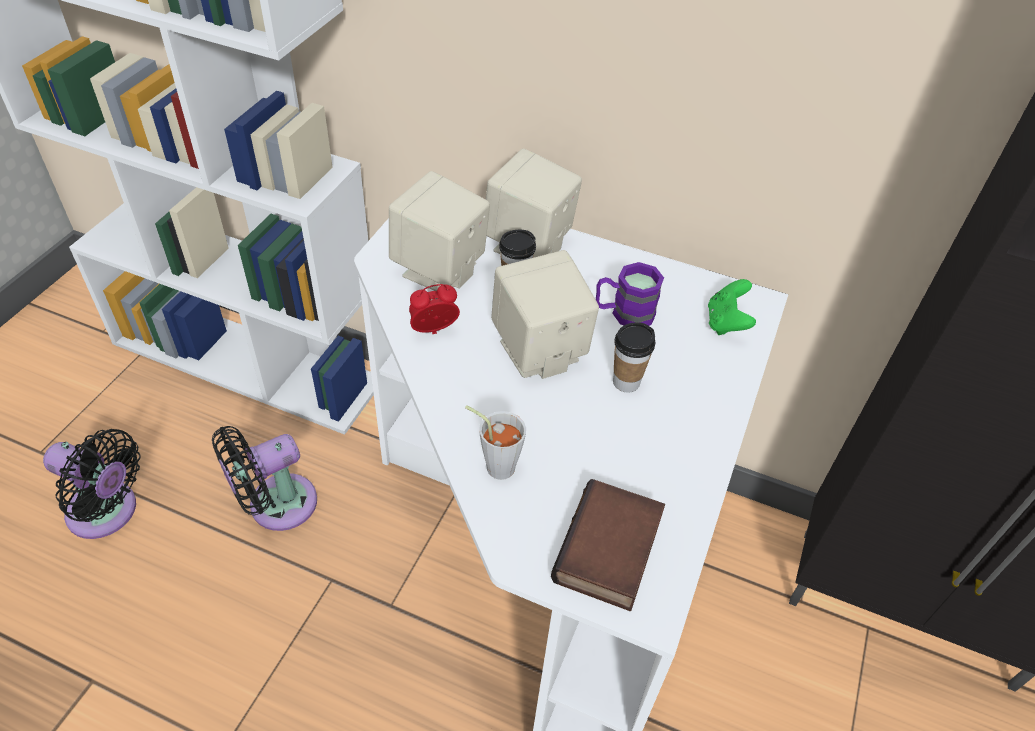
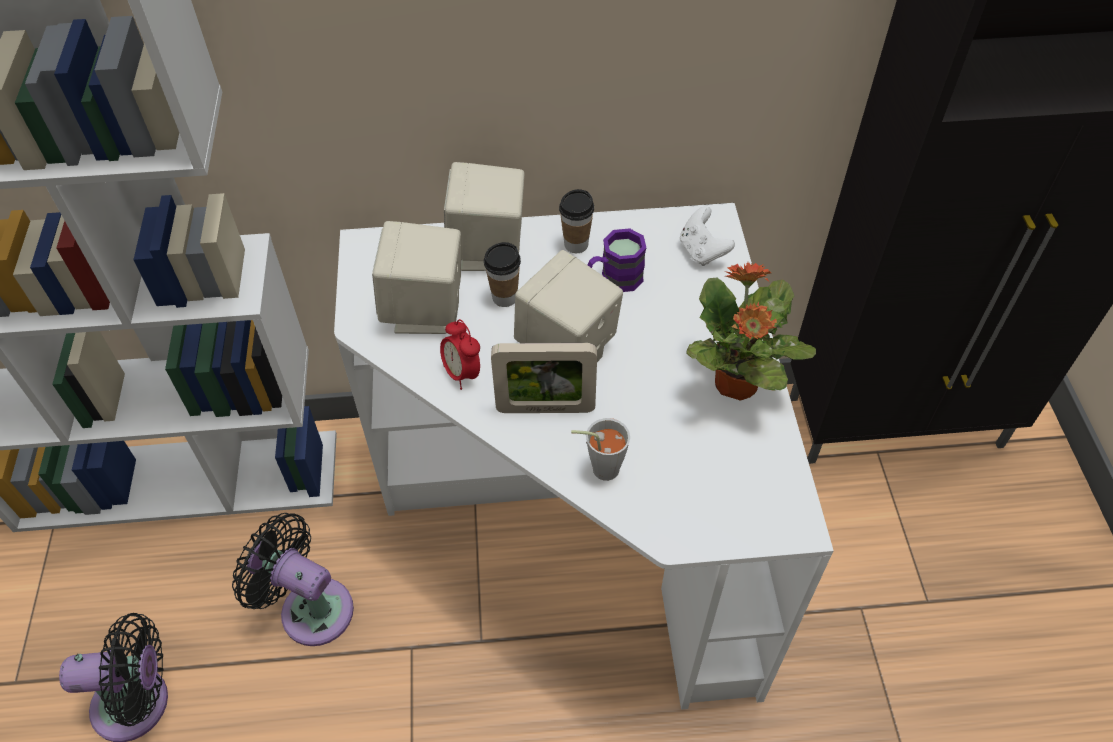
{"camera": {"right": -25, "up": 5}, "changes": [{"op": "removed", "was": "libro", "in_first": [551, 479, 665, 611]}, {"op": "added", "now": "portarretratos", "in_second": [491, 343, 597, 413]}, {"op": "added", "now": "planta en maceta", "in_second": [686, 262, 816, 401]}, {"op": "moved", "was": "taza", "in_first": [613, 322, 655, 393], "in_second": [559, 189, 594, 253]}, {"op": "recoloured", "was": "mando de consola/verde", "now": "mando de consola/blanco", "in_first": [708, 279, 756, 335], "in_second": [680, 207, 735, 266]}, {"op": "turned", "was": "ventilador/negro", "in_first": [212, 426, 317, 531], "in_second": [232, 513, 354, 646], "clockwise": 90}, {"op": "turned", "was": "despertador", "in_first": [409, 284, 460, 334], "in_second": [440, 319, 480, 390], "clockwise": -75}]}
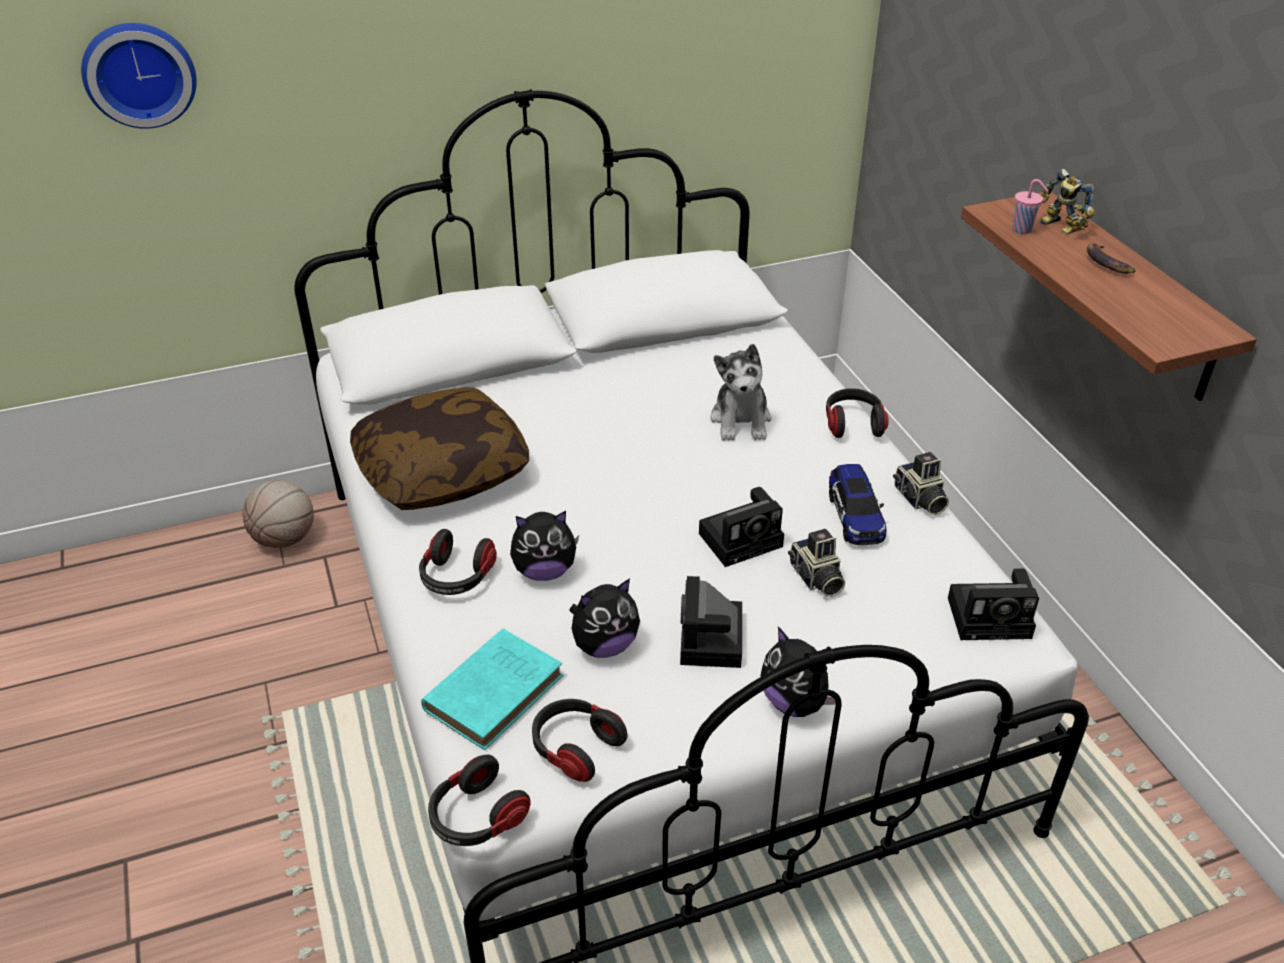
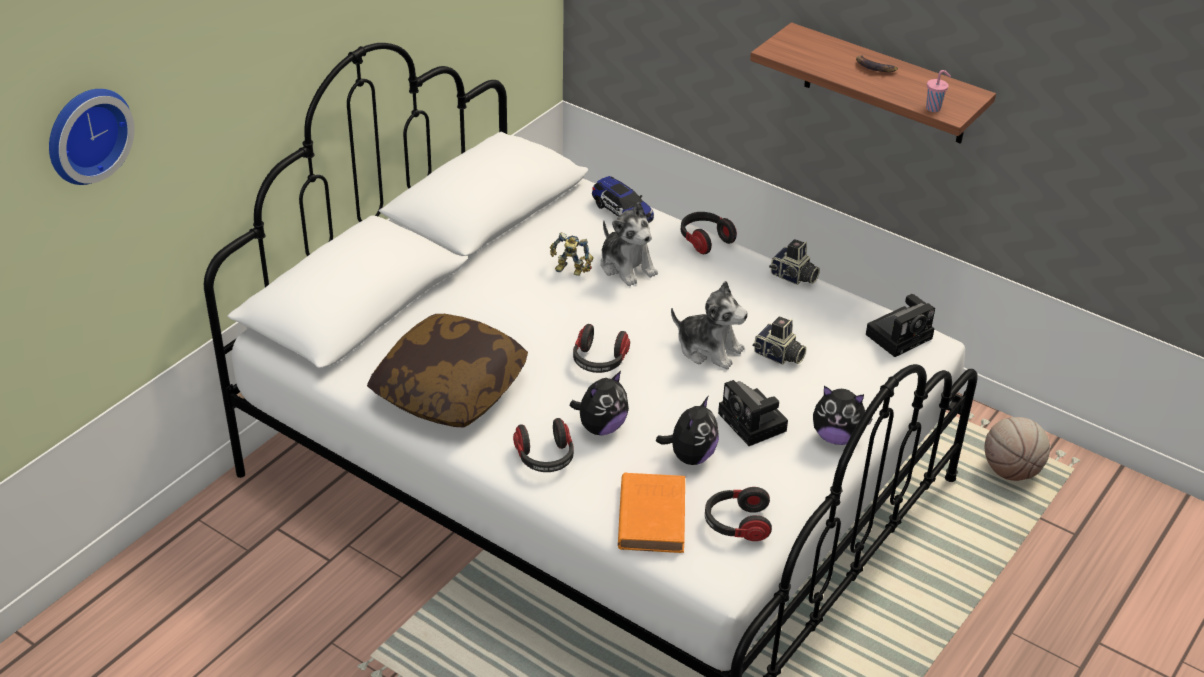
{"camera": {"right": -35, "up": 0}, "changes": [{"op": "moved", "was": "balón de baloncesto", "in_first": [242, 480, 314, 548], "in_second": [985, 417, 1050, 481]}, {"op": "moved", "was": "auriculares", "in_first": [428, 755, 531, 846], "in_second": [573, 324, 630, 373]}, {"op": "moved", "was": "coche de juguete", "in_first": [829, 464, 886, 545], "in_second": [592, 176, 654, 223]}, {"op": "moved", "was": "taza/rosa", "in_first": [1012, 179, 1048, 234], "in_second": [926, 70, 951, 112]}, {"op": "moved", "was": "robot de juguete", "in_first": [1040, 169, 1095, 234], "in_second": [550, 232, 594, 276]}, {"op": "replaced", "was": "cámara", "now": "peluche", "in_first": [699, 487, 784, 567], "in_second": [671, 281, 748, 369]}, {"op": "recoloured", "was": "libro/turquesa", "now": "libro/naranja", "in_first": [421, 628, 563, 750], "in_second": [618, 473, 685, 553]}]}
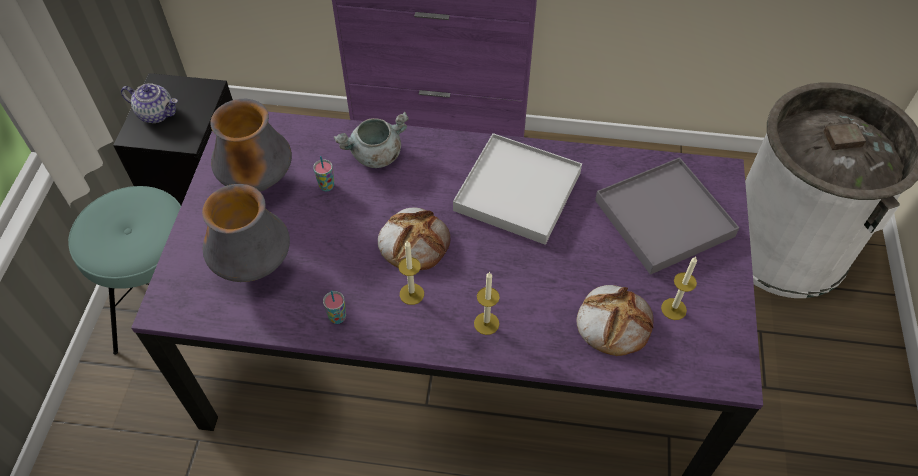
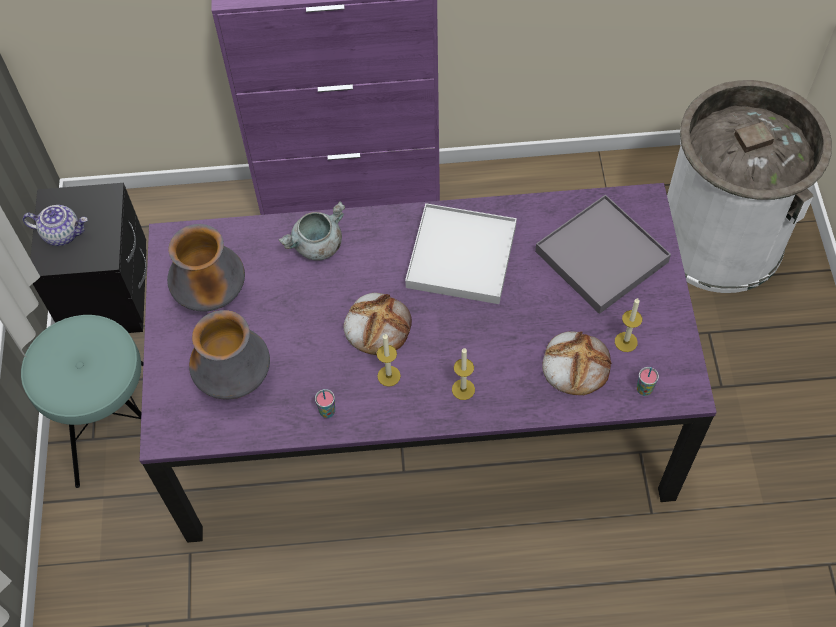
{"camera": {"right": -10, "up": 5}, "changes": [{"op": "moved", "was": "taza", "in_first": [313, 156, 334, 191], "in_second": [637, 367, 659, 396]}]}
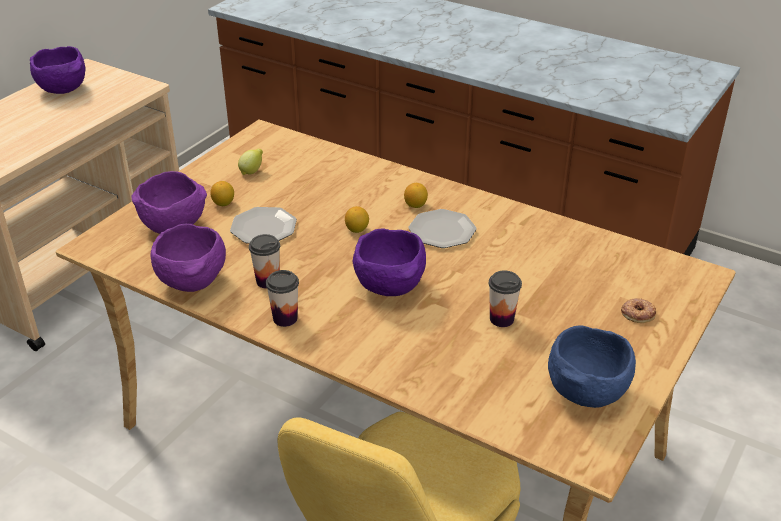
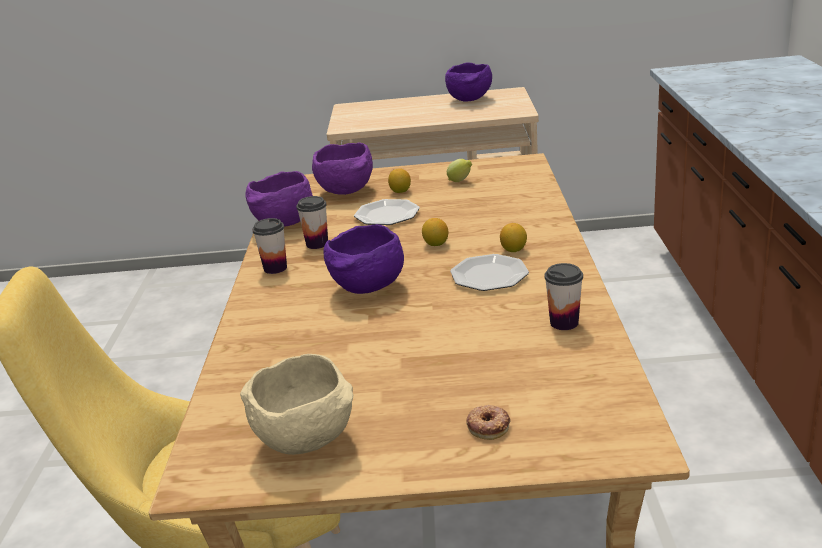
{"camera": {"right": 60, "up": -10}, "changes": [{"op": "moved", "was": "taza", "in_first": [489, 271, 522, 327], "in_second": [544, 263, 583, 330]}, {"op": "recoloured", "was": "cuenco/azul", "now": "cuenco/beis", "in_first": [548, 325, 636, 408], "in_second": [240, 354, 353, 455]}]}
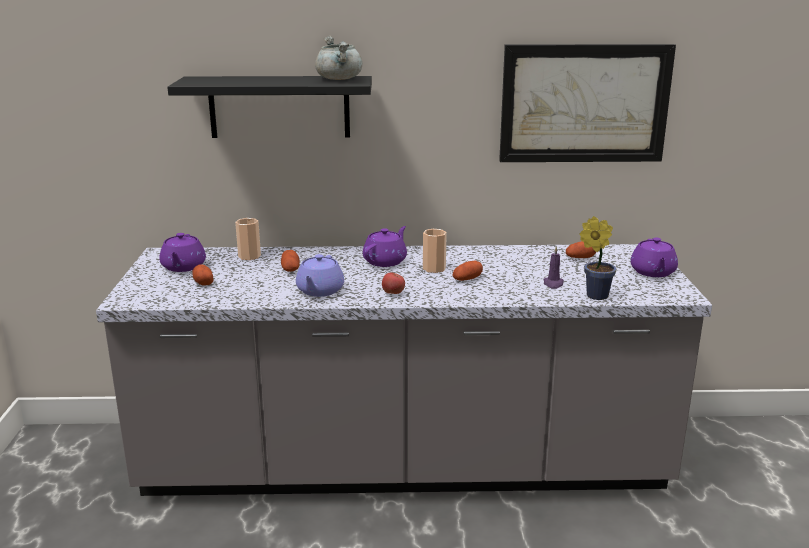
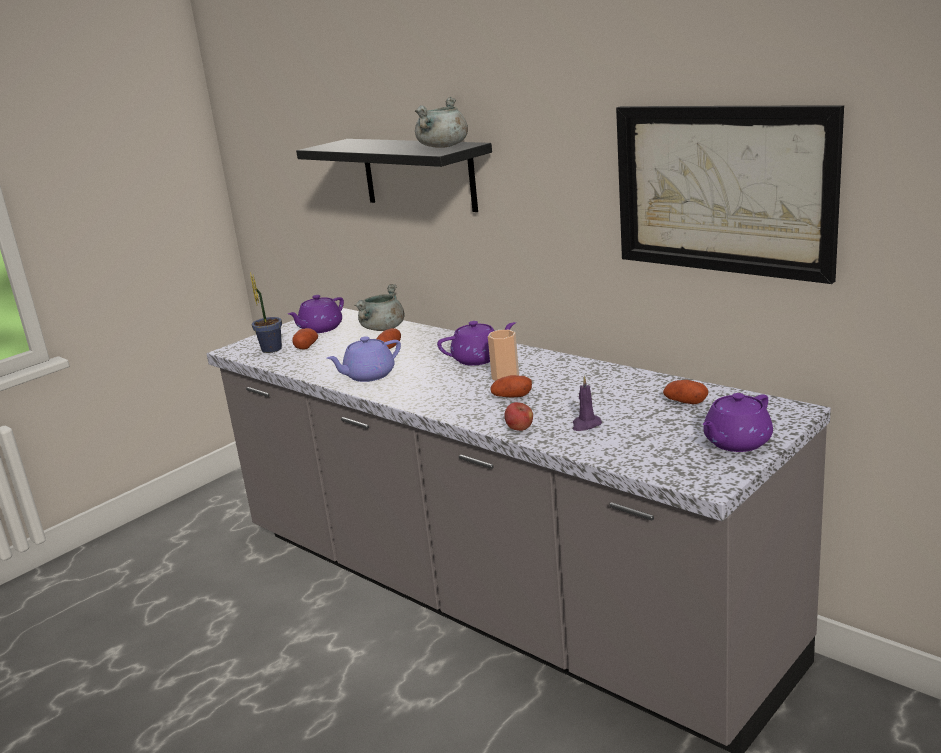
{"camera": {"right": 45, "up": 0}, "changes": [{"op": "moved", "was": "manzana", "in_first": [382, 273, 405, 294], "in_second": [505, 402, 533, 431]}, {"op": "moved", "was": "planta en maceta", "in_first": [579, 216, 616, 300], "in_second": [250, 272, 282, 353]}, {"op": "replaced", "was": "taza", "now": "olla/gris", "in_first": [235, 218, 261, 260], "in_second": [354, 284, 405, 331]}]}
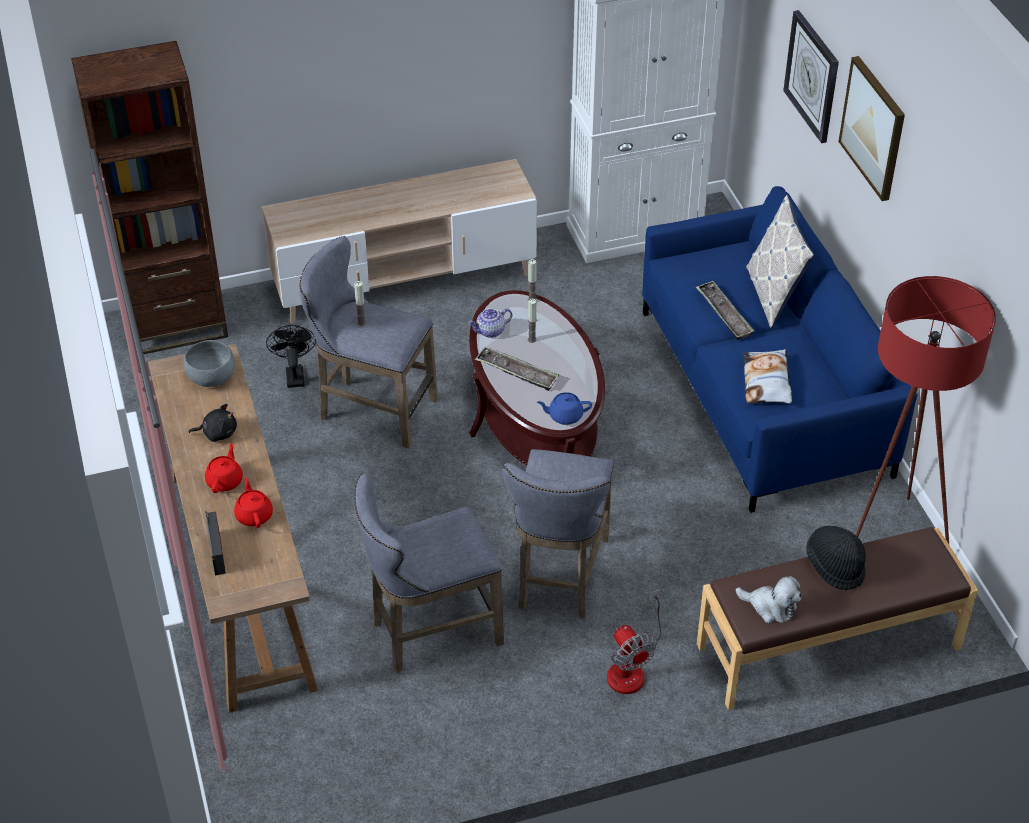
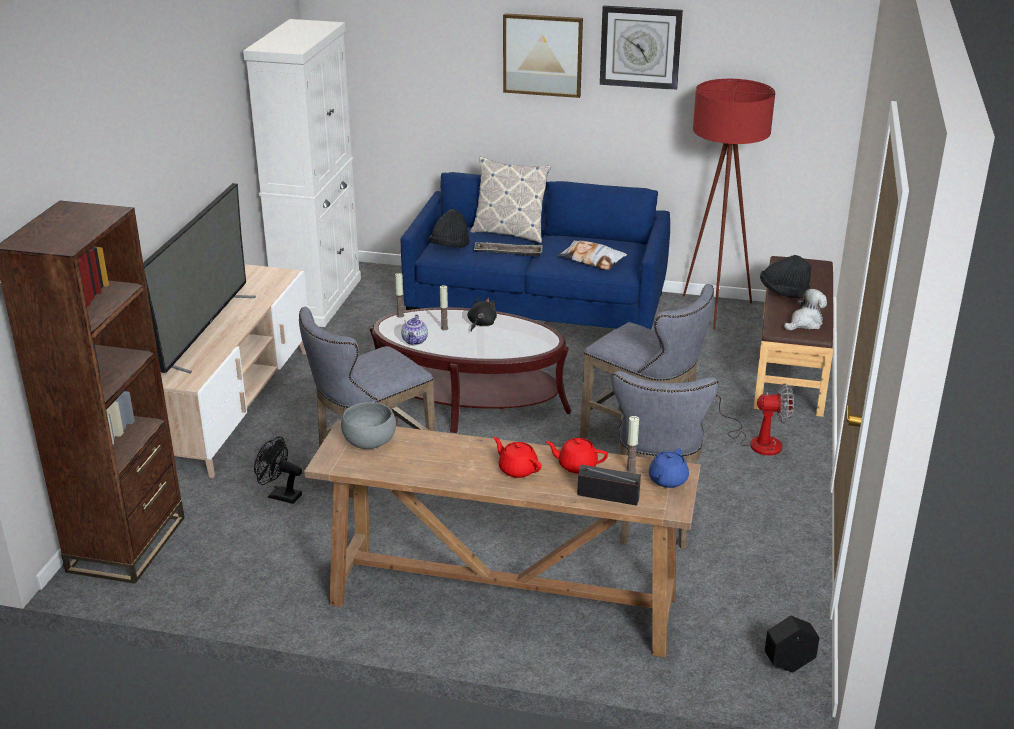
{"camera": {"right": -60, "up": -15}, "changes": [{"op": "removed", "was": "bandeja", "in_first": [475, 347, 559, 391]}, {"op": "added", "now": "televisor", "in_second": [143, 183, 256, 374]}, {"op": "added", "now": "sombrero/negro", "in_second": [428, 209, 470, 248]}, {"op": "added", "now": "maceta/negro", "in_second": [765, 615, 820, 672]}, {"op": "moved", "was": "peluche/negro", "in_first": [188, 404, 237, 442], "in_second": [467, 297, 497, 332]}, {"op": "moved", "was": "vela", "in_first": [354, 281, 366, 327], "in_second": [626, 416, 639, 473]}, {"op": "moved", "was": "tetera/azul", "in_first": [537, 392, 592, 425], "in_second": [649, 448, 689, 488]}, {"op": "moved", "was": "reloj de pared", "in_first": [783, 10, 839, 143], "in_second": [600, 5, 683, 90]}]}
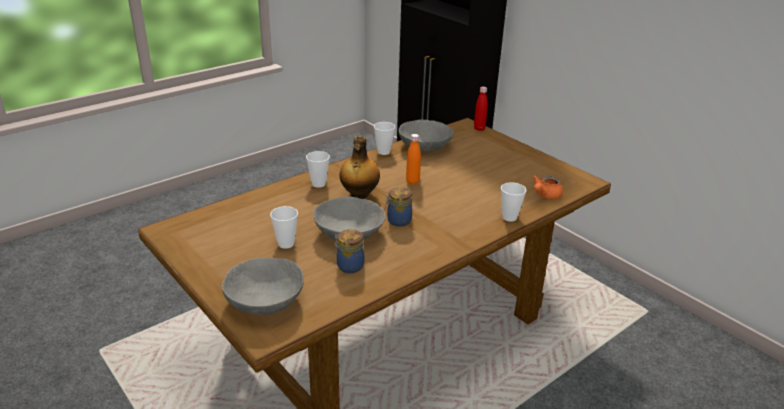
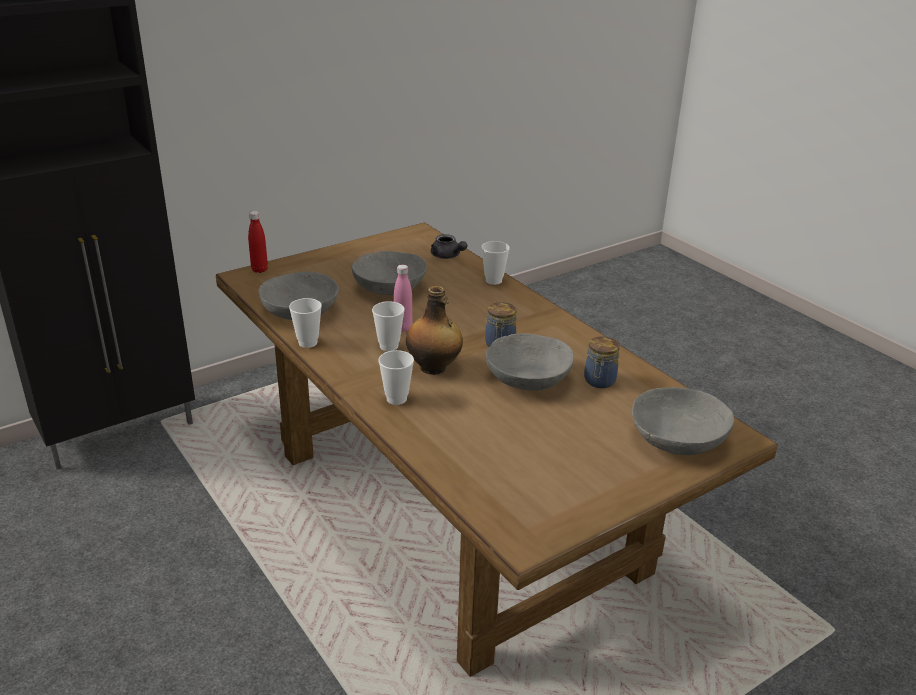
{"camera": {"right": -85, "up": 0}, "changes": [{"op": "added", "now": "cuenco/gris", "in_second": [352, 251, 427, 295]}, {"op": "moved", "was": "taza", "in_first": [270, 206, 298, 249], "in_second": [372, 301, 405, 351]}, {"op": "recoloured", "was": "botella/naranja", "now": "botella/rosa", "in_first": [406, 134, 421, 185], "in_second": [394, 265, 412, 332]}, {"op": "recoloured", "was": "tetera/naranja", "now": "tetera/gris", "in_first": [532, 175, 563, 199], "in_second": [431, 234, 467, 259]}]}
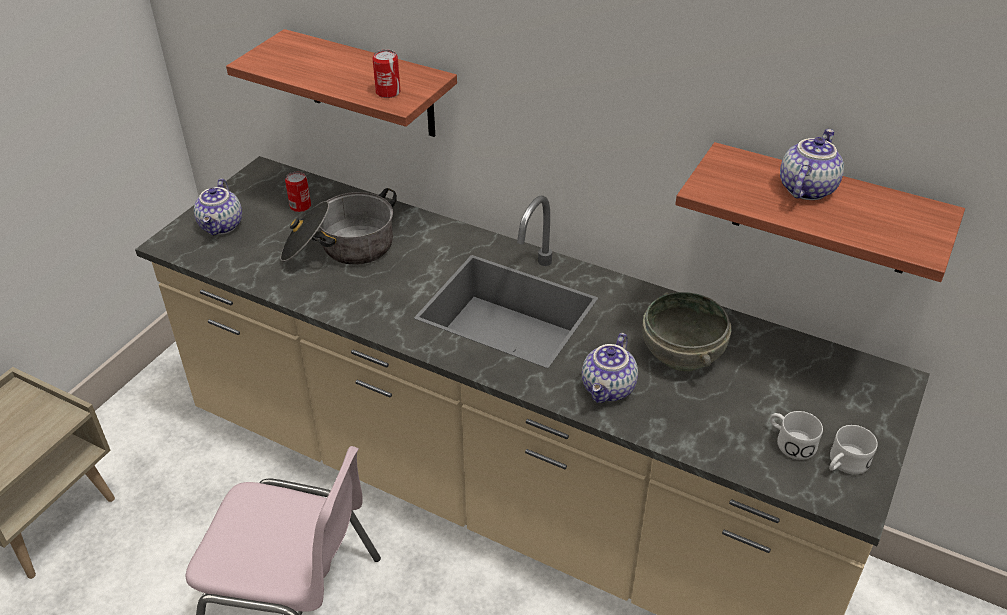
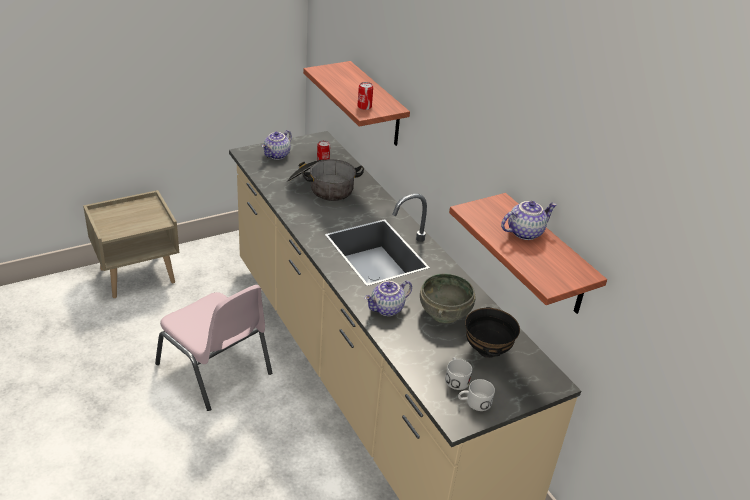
{"camera": {"right": 30, "up": -5}, "changes": [{"op": "added", "now": "cuenco/negro", "in_second": [465, 307, 520, 358]}]}
